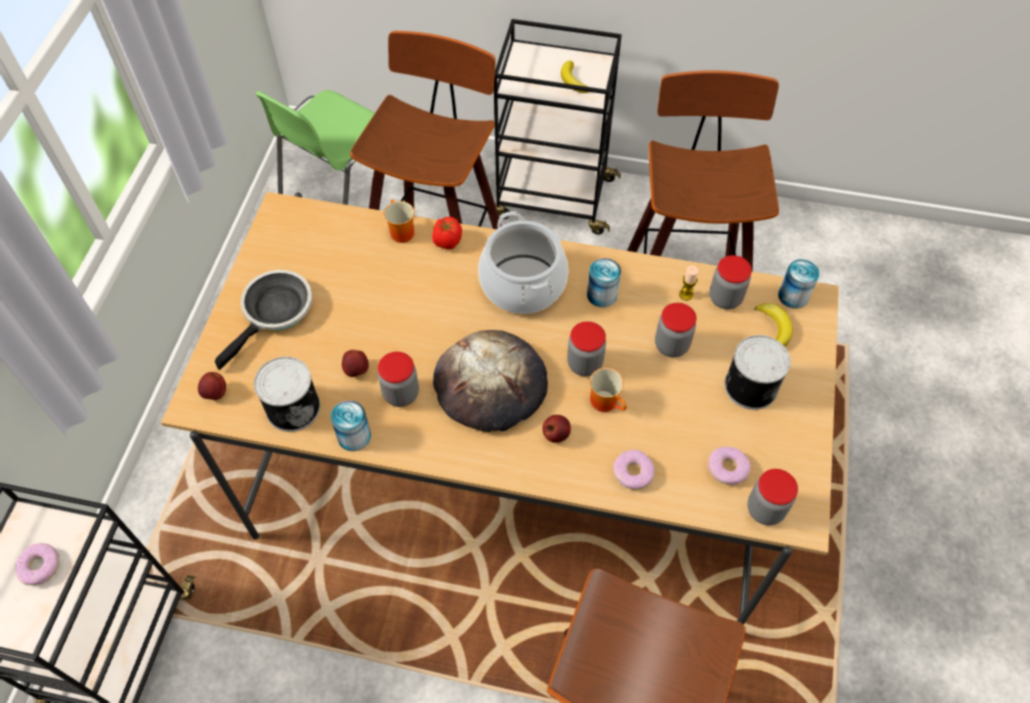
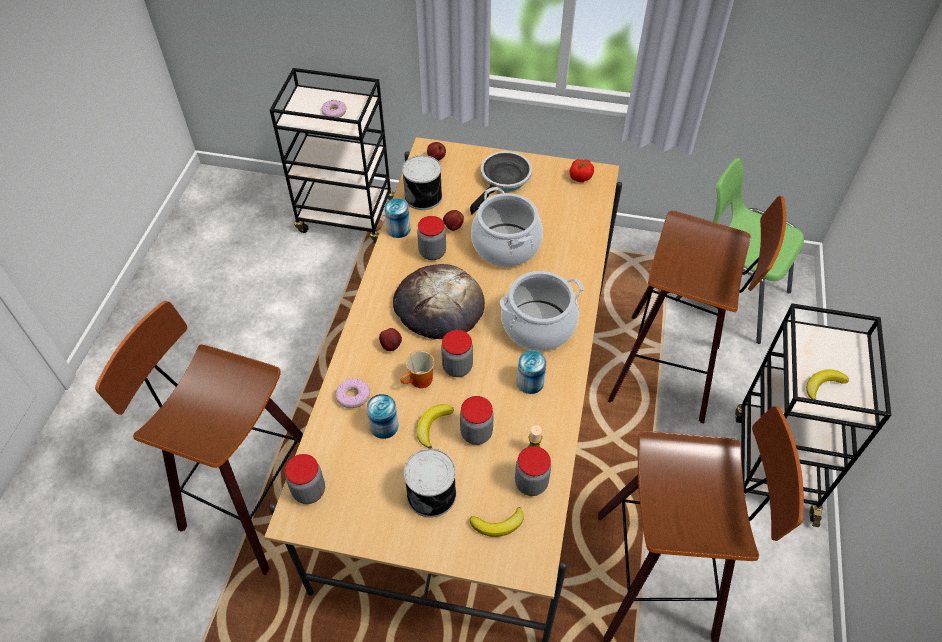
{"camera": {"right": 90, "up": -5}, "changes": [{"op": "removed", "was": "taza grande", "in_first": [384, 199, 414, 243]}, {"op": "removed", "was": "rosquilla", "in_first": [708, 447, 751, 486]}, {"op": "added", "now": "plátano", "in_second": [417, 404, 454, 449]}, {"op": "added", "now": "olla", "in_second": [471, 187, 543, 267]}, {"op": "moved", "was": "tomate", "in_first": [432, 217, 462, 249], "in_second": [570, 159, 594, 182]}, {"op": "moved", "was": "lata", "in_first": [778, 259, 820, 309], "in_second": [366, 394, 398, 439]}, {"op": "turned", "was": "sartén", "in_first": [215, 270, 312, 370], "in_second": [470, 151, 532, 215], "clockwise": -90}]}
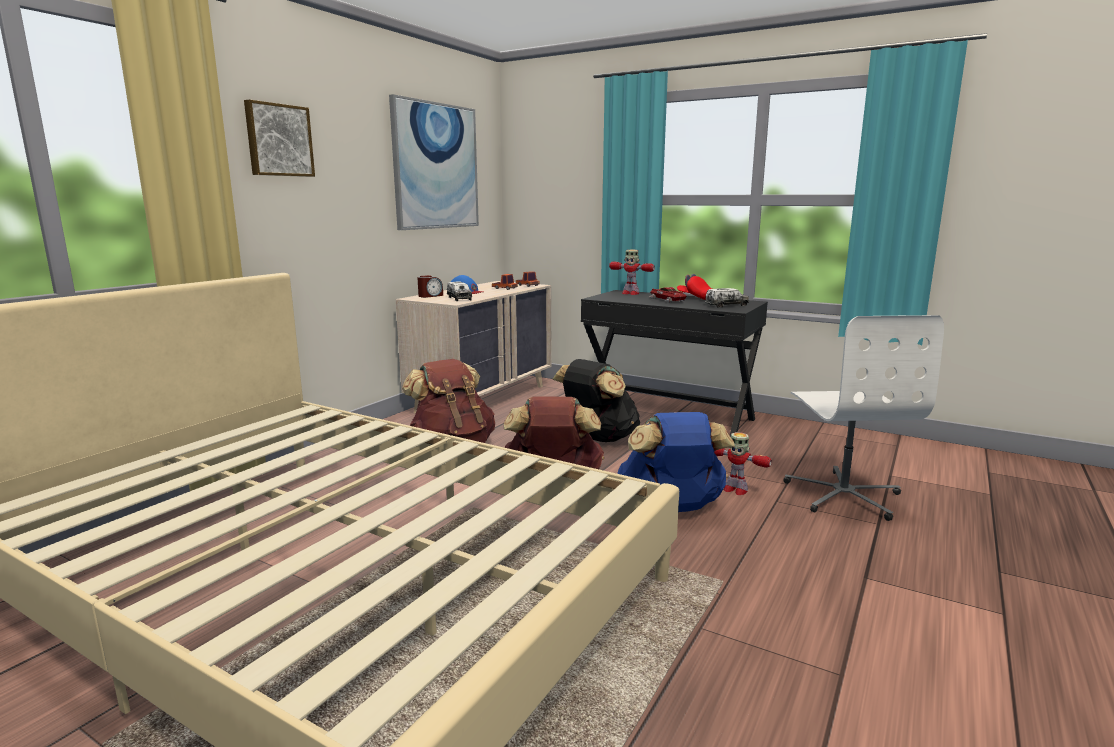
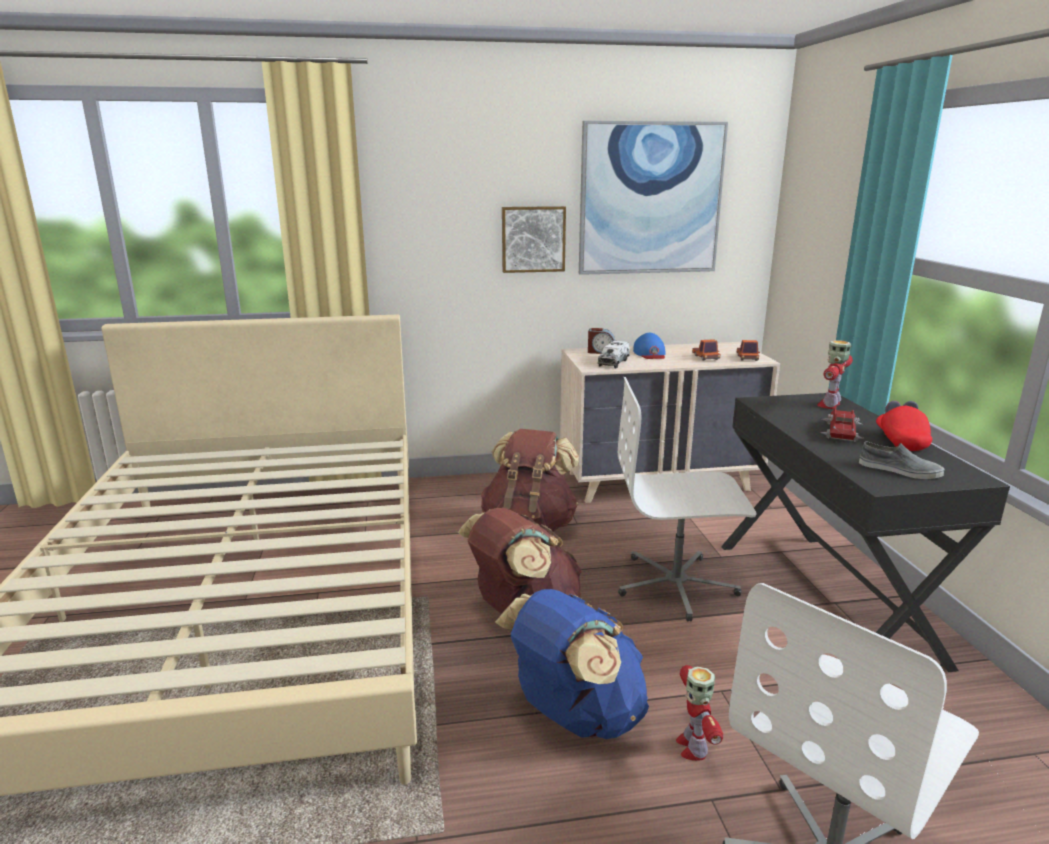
{"camera": {"right": 50, "up": 5}, "changes": [{"op": "moved", "was": "cuadro", "in_first": [244, 100, 315, 177], "in_second": [502, 206, 566, 273]}, {"op": "replaced", "was": "mochila/negro", "now": "silla de oficina/blanco", "in_first": [553, 359, 640, 442], "in_second": [618, 377, 756, 622]}, {"op": "replaced", "was": "camión de juguete", "now": "zapato/gris", "in_first": [705, 288, 749, 307], "in_second": [859, 442, 944, 479]}, {"op": "turned", "was": "robot de juguete", "in_first": [609, 250, 655, 295], "in_second": [817, 340, 853, 409], "clockwise": 45}]}
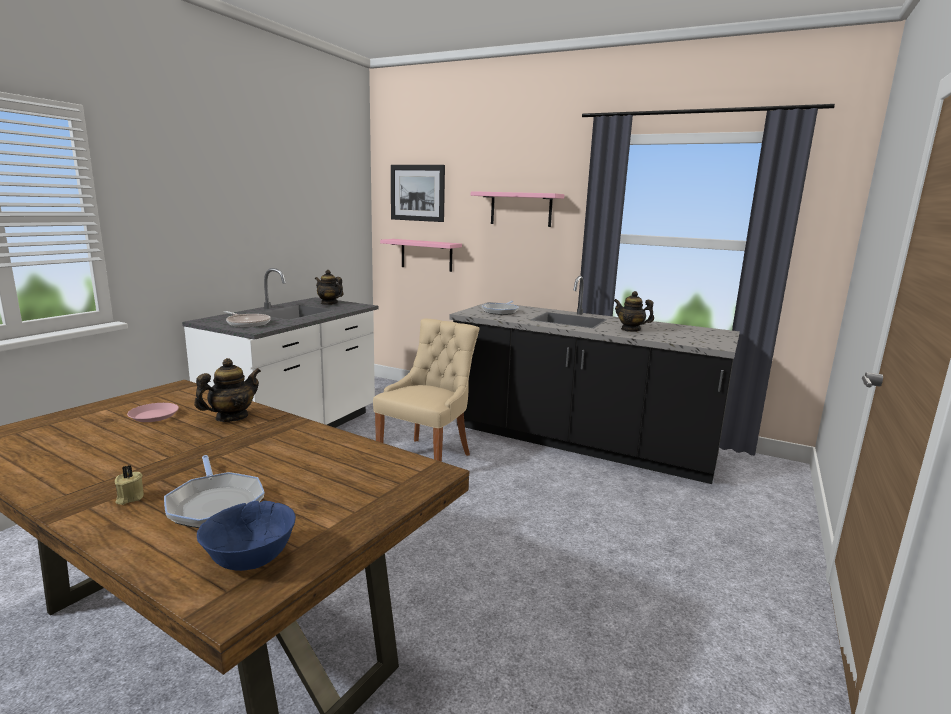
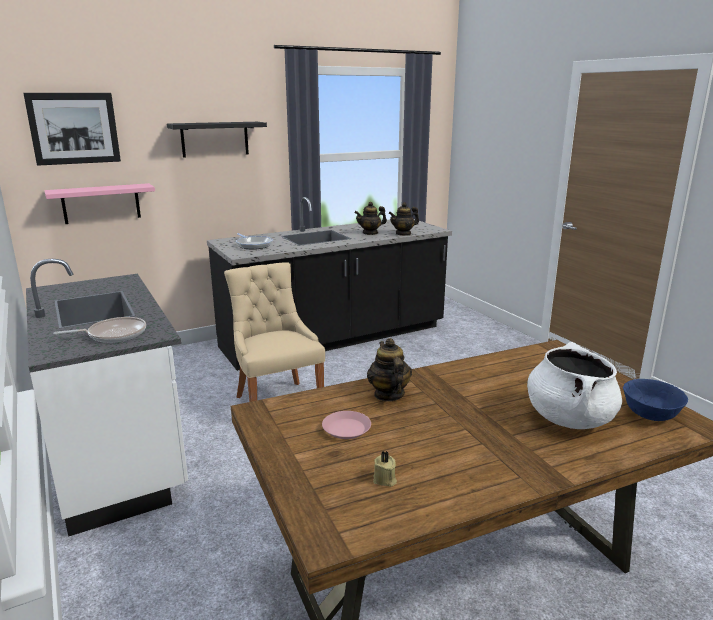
{"camera": {"right": -55, "up": 5}, "changes": [{"op": "moved", "was": "vela/beis", "in_first": [115, 465, 144, 505], "in_second": [373, 451, 397, 487]}, {"op": "moved", "was": "tetera", "in_first": [315, 270, 343, 305], "in_second": [389, 202, 419, 236]}, {"op": "replaced", "was": "sartén", "now": "olla/blanco", "in_first": [164, 455, 265, 528], "in_second": [527, 342, 622, 429]}, {"op": "recoloured", "was": "estante/rosa", "now": "estante/negro", "in_first": [471, 191, 564, 227], "in_second": [167, 122, 267, 158]}]}
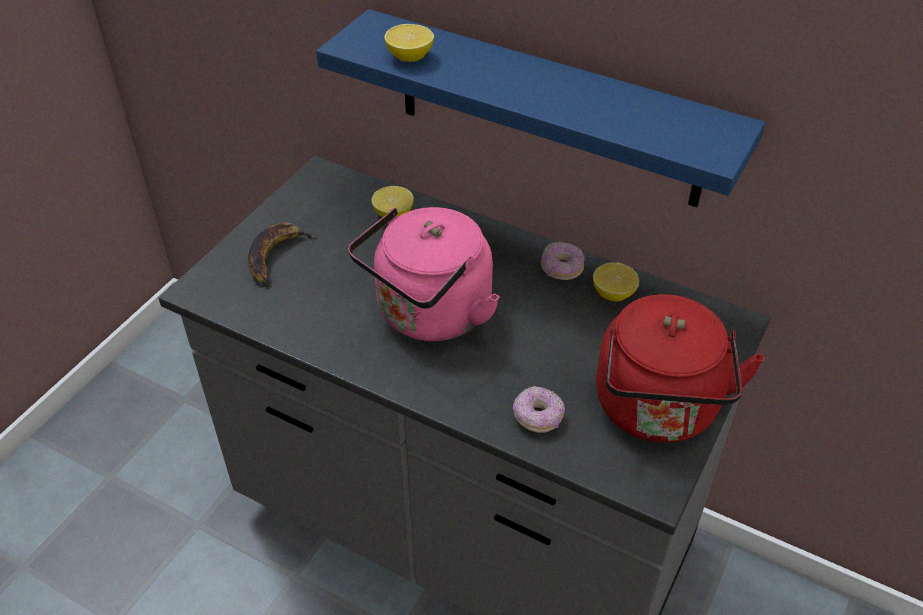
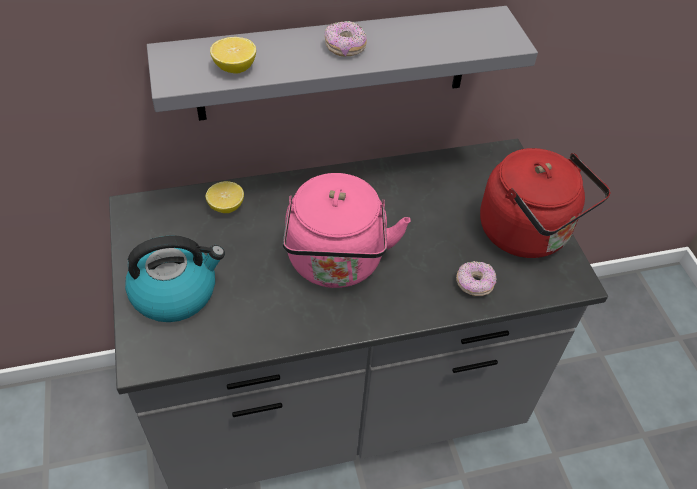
{"camera": {"right": -45, "up": 5}, "changes": [{"op": "removed", "was": "limón", "in_first": [593, 262, 639, 301]}, {"op": "moved", "was": "rosquilla", "in_first": [541, 242, 584, 280], "in_second": [324, 21, 367, 56]}, {"op": "replaced", "was": "plátano", "now": "hervidor", "in_first": [248, 222, 317, 285], "in_second": [125, 235, 225, 322]}, {"op": "recoloured", "was": "estante/azul", "now": "estante/gris", "in_first": [316, 9, 766, 207], "in_second": [147, 6, 538, 121]}]}
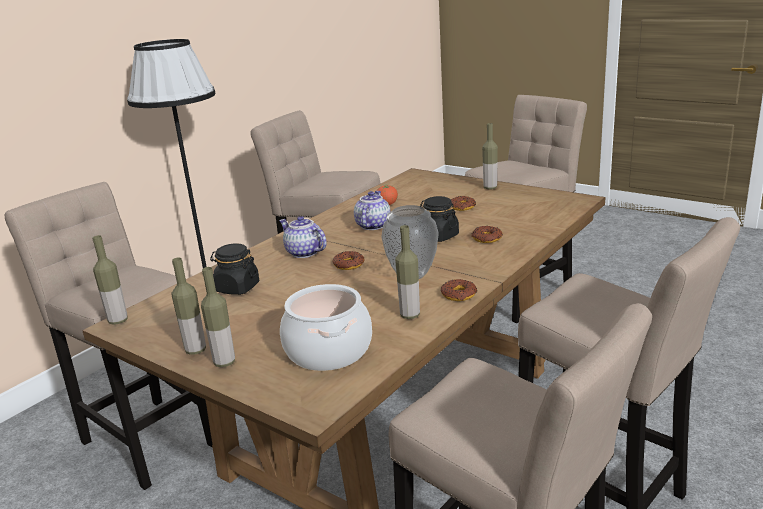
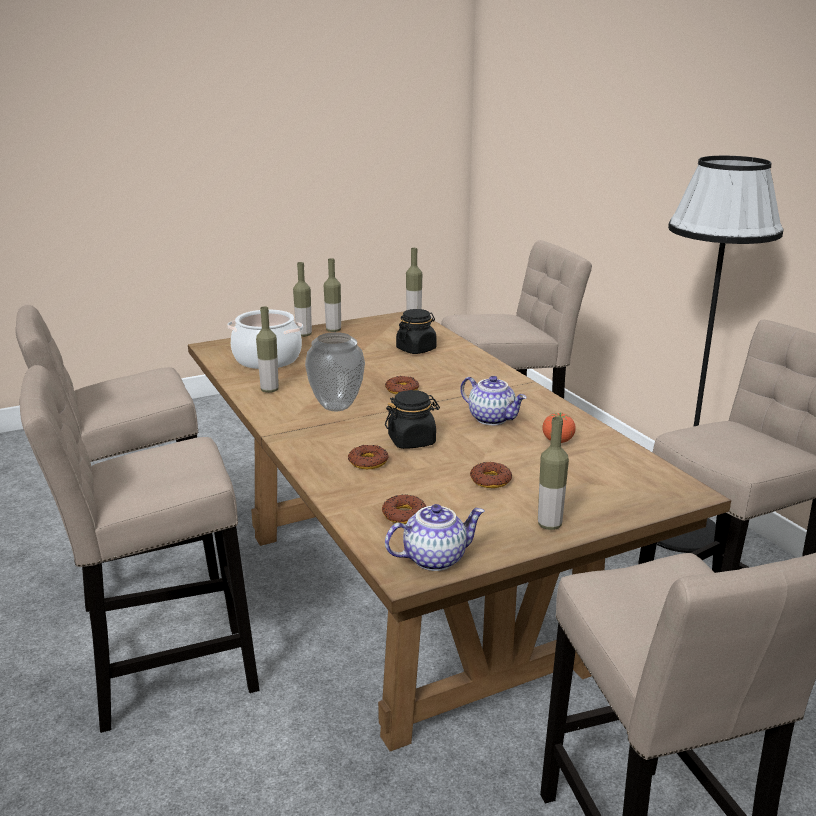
{"camera": {"right": 115, "up": 0}, "changes": [{"op": "moved", "was": "tetera", "in_first": [279, 216, 326, 258], "in_second": [385, 504, 485, 571]}, {"op": "moved", "was": "rosquilla", "in_first": [441, 279, 477, 301], "in_second": [382, 495, 426, 524]}]}
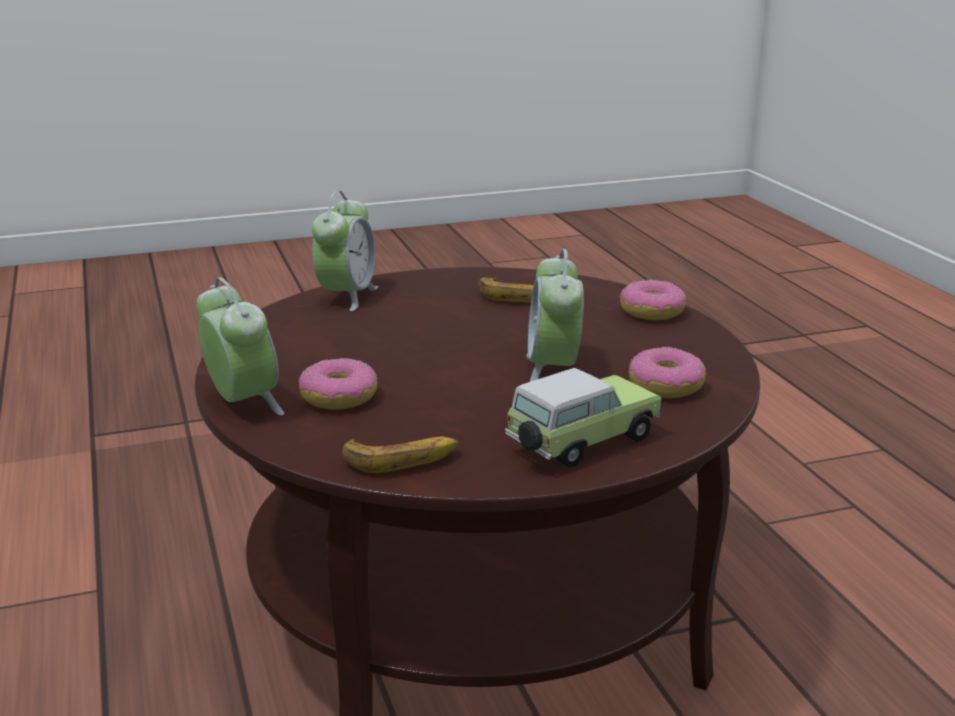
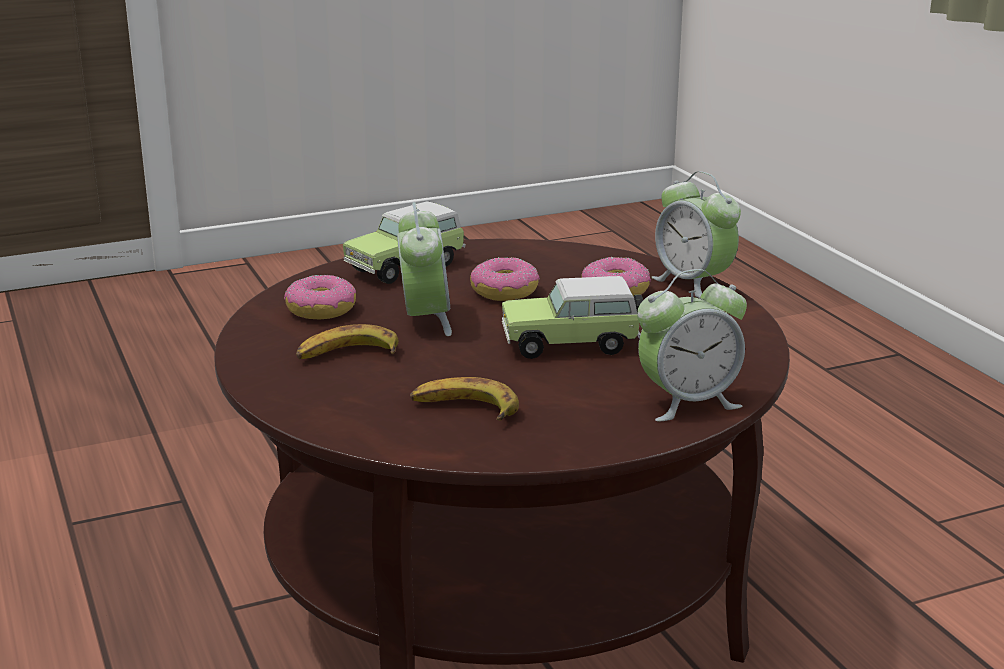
{"camera": {"right": 175, "up": 0}, "changes": [{"op": "added", "now": "coche de juguete", "in_second": [502, 276, 643, 359]}, {"op": "moved", "was": "plátano", "in_first": [342, 437, 459, 473], "in_second": [296, 324, 399, 359]}, {"op": "moved", "was": "rosquilla", "in_first": [619, 279, 686, 320], "in_second": [470, 257, 540, 301]}, {"op": "turned", "was": "despertador", "in_first": [312, 191, 378, 311], "in_second": [637, 269, 747, 421], "clockwise": -120}]}
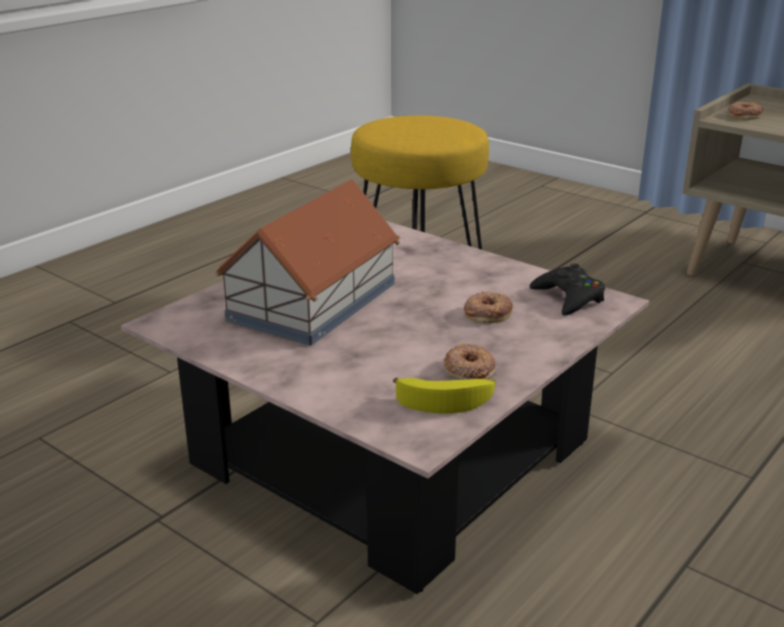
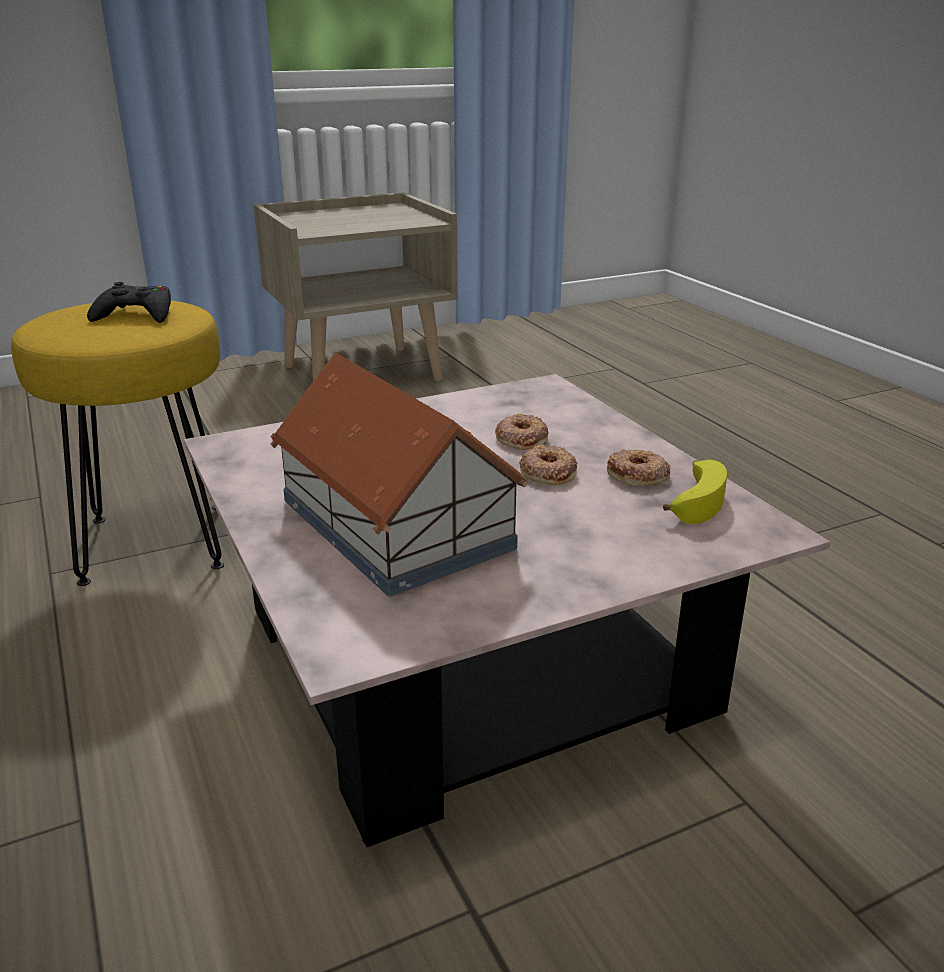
{"camera": {"right": -65, "up": 0}, "changes": [{"op": "moved", "was": "mando de consola/negro", "in_first": [530, 263, 605, 315], "in_second": [87, 282, 171, 323]}, {"op": "moved", "was": "rosquilla", "in_first": [728, 101, 763, 120], "in_second": [519, 445, 577, 485]}]}
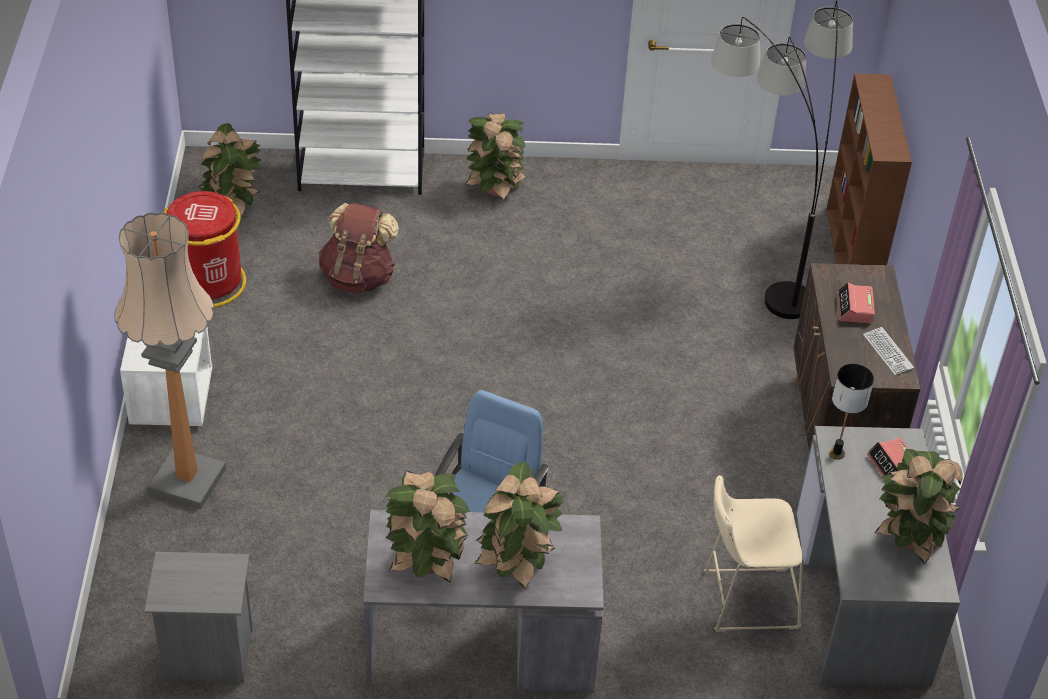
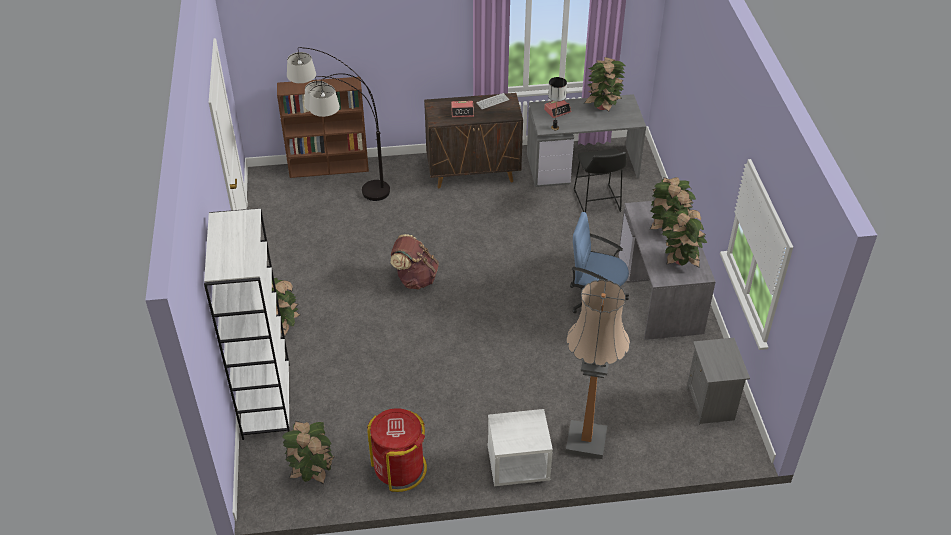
{"camera": {"right": -95, "up": 0}, "changes": [{"op": "moved", "was": "mochila/marrón", "in_first": [319, 203, 399, 294], "in_second": [391, 234, 439, 290]}, {"op": "recoloured", "was": "taburete/beis", "now": "taburete/negro", "in_first": [704, 475, 803, 632], "in_second": [574, 148, 627, 213]}]}
